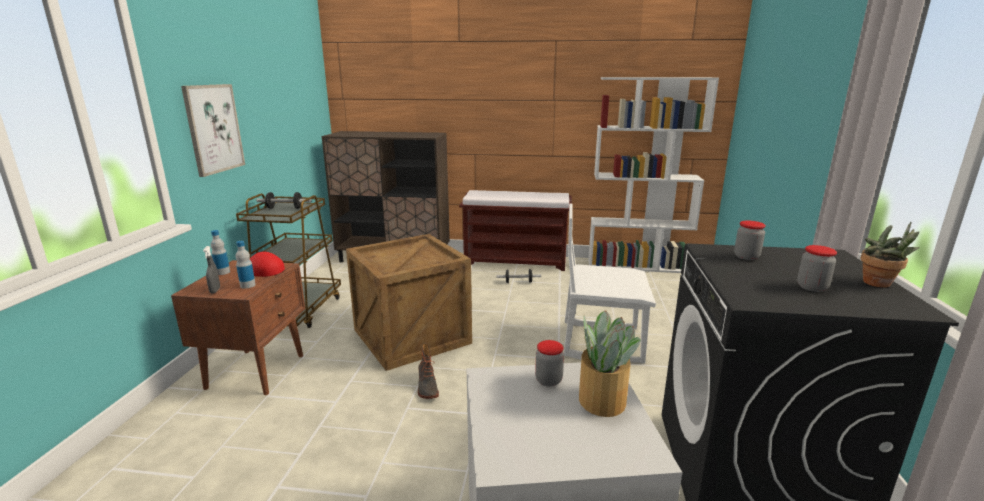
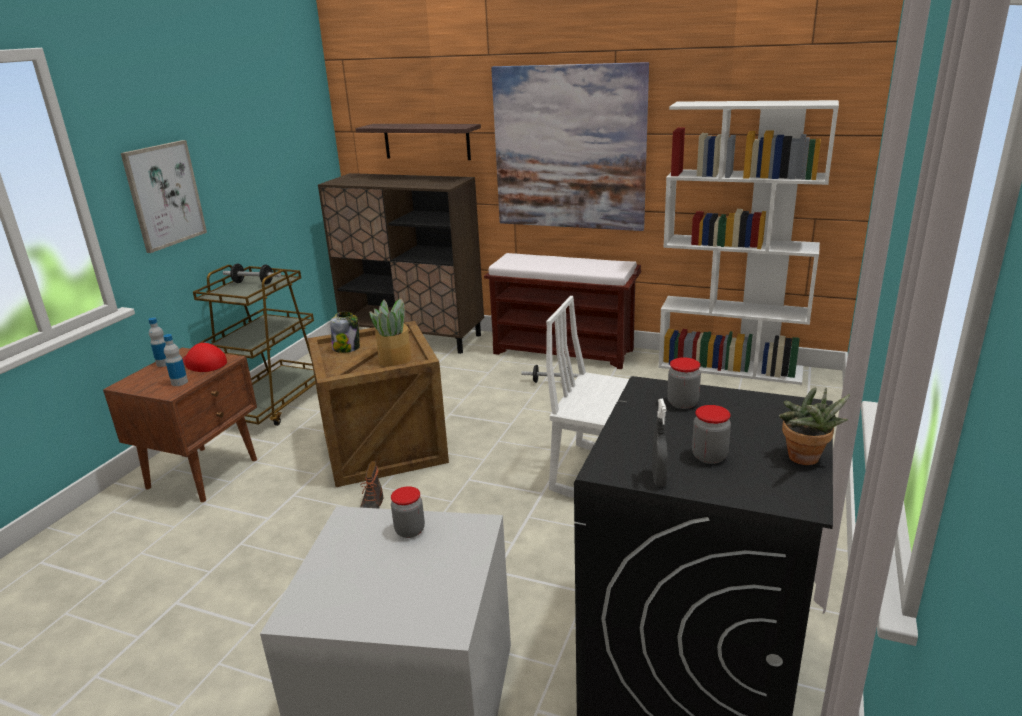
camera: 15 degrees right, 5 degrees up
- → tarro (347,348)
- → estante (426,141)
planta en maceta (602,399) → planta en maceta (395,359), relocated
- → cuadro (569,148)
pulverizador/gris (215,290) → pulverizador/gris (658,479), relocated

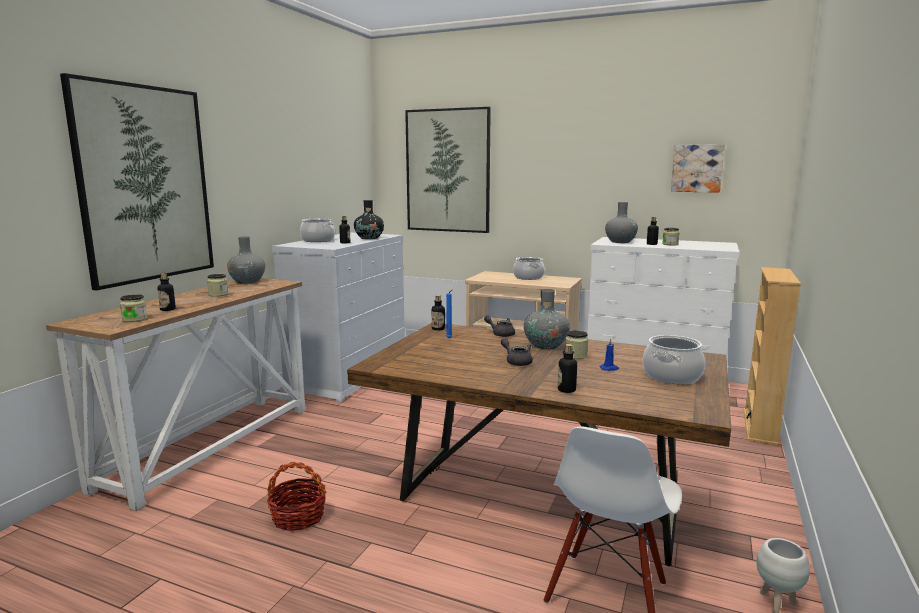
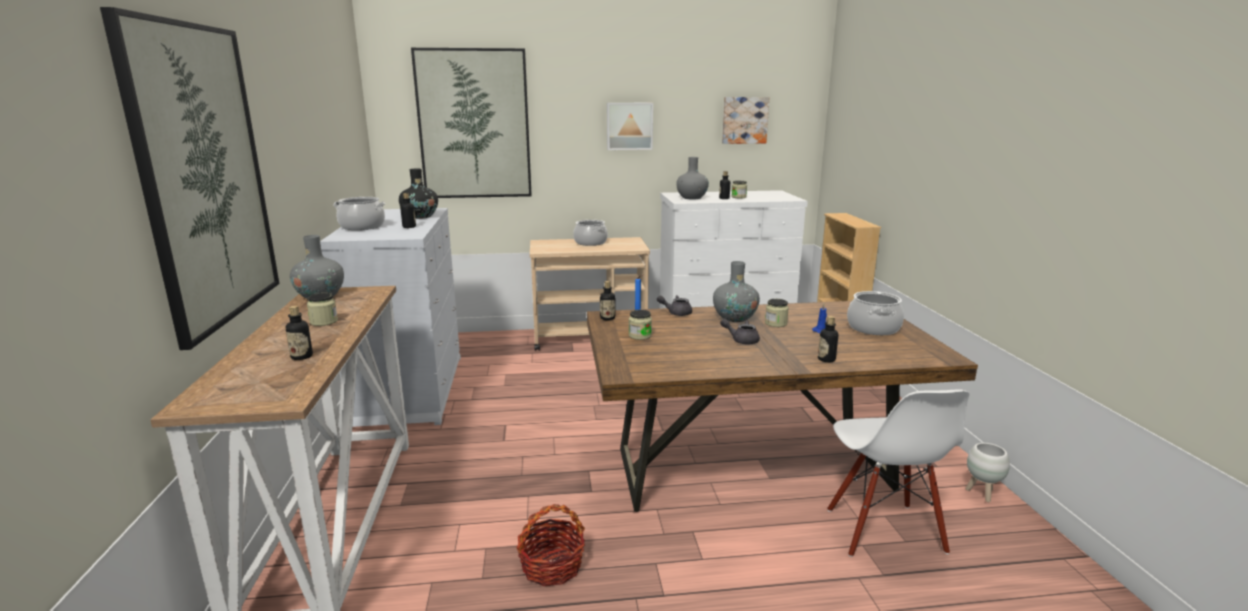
camera: 30 degrees left, 5 degrees up
- → cuadro (629,126)
tarro (134,319) → tarro (640,336), relocated

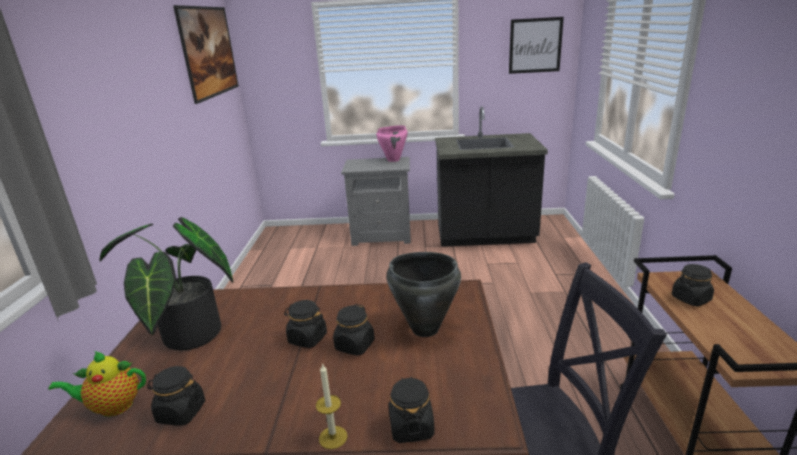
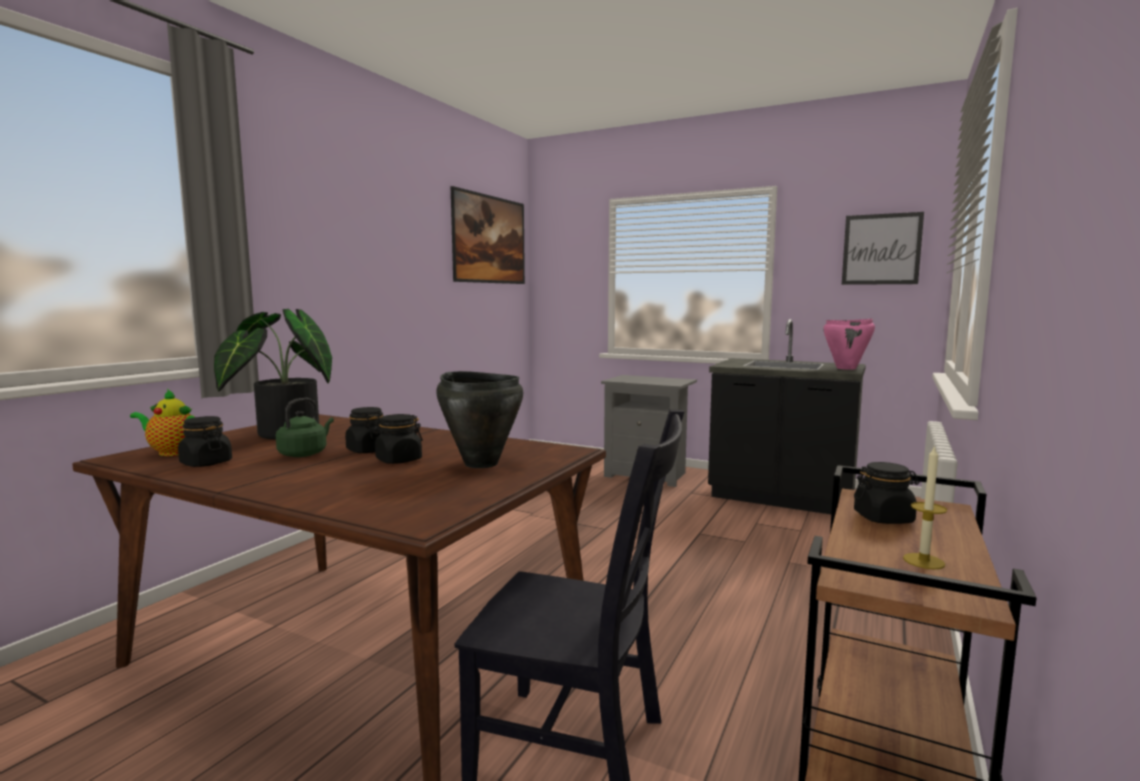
camera: 25 degrees right, 15 degrees down
- → hervidor/verde (305,453)
olla/rosa (393,160) → olla/rosa (846,368), relocated
vela (333,437) → vela (923,561), relocated
tarro/negro (411,427) → -

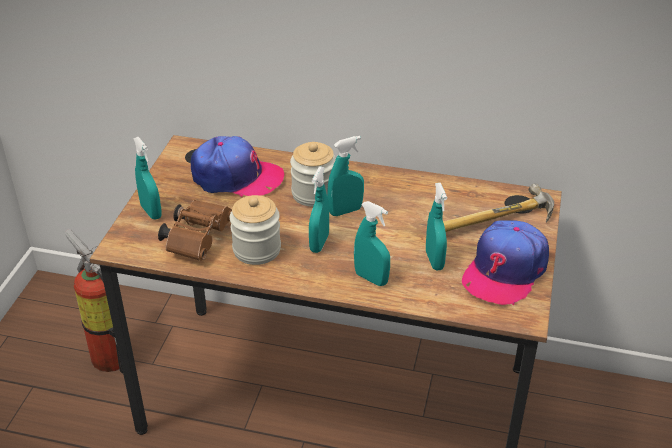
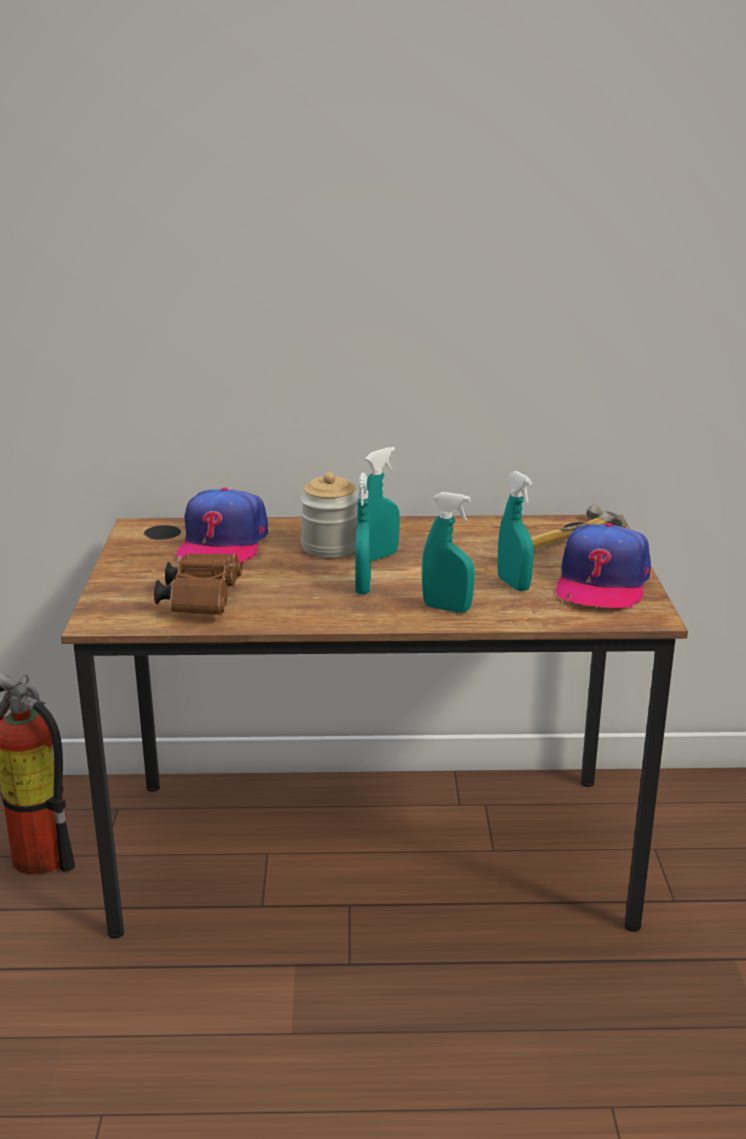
camera: 15 degrees left, 15 degrees down
gorra (236,177) → gorra (222,543), 105 degrees clockwise
pulverizador/turquesa (151,212) → -
tarro (257,250) → -

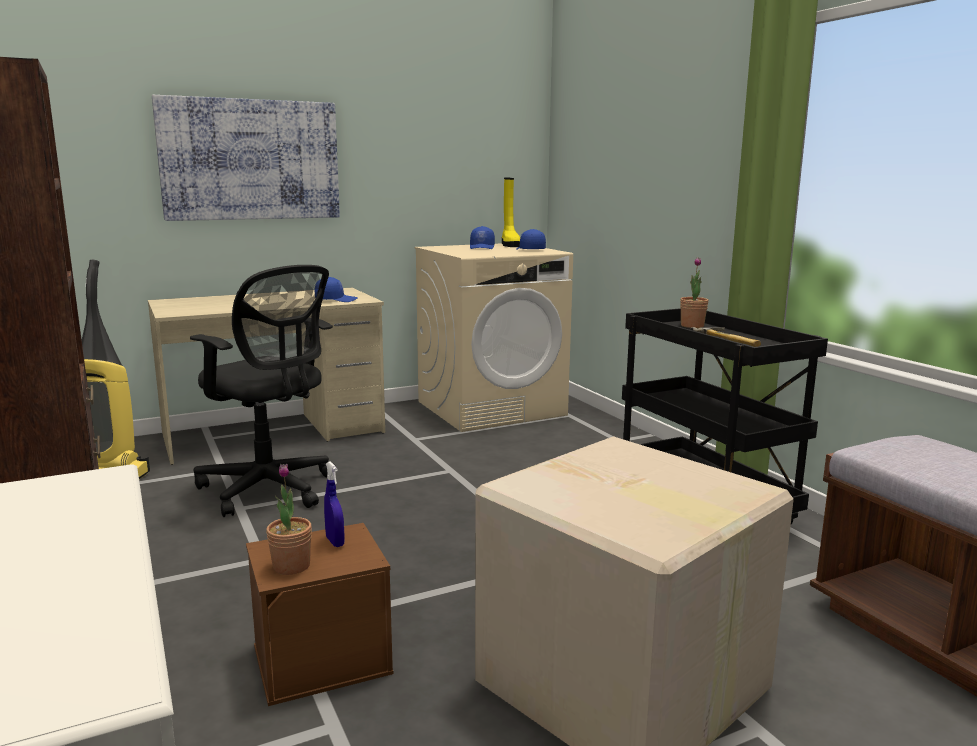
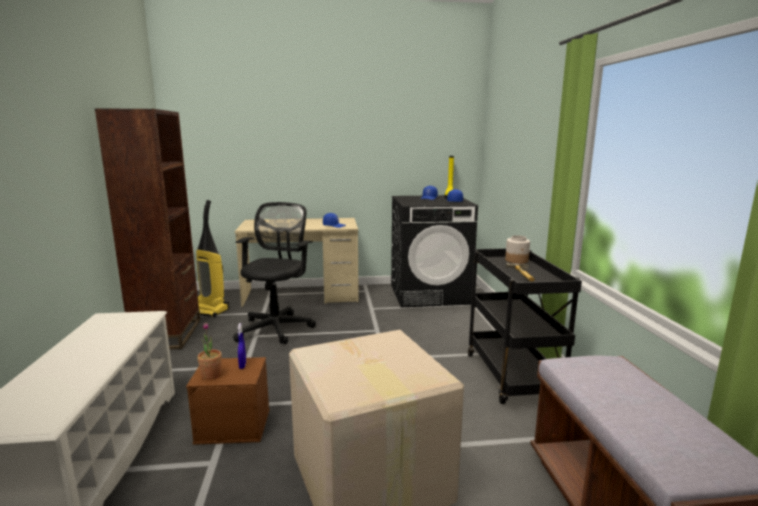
camera: 20 degrees right, 0 degrees up
silla de oficina/negro (270,490) → silla de oficina/negro (277,328), 135 degrees counterclockwise
lavadora/beis (491,408) → lavadora/negro (429,294)
planta en maceta (692,326) → tarro (517,260)
cuadro (250,160) → -

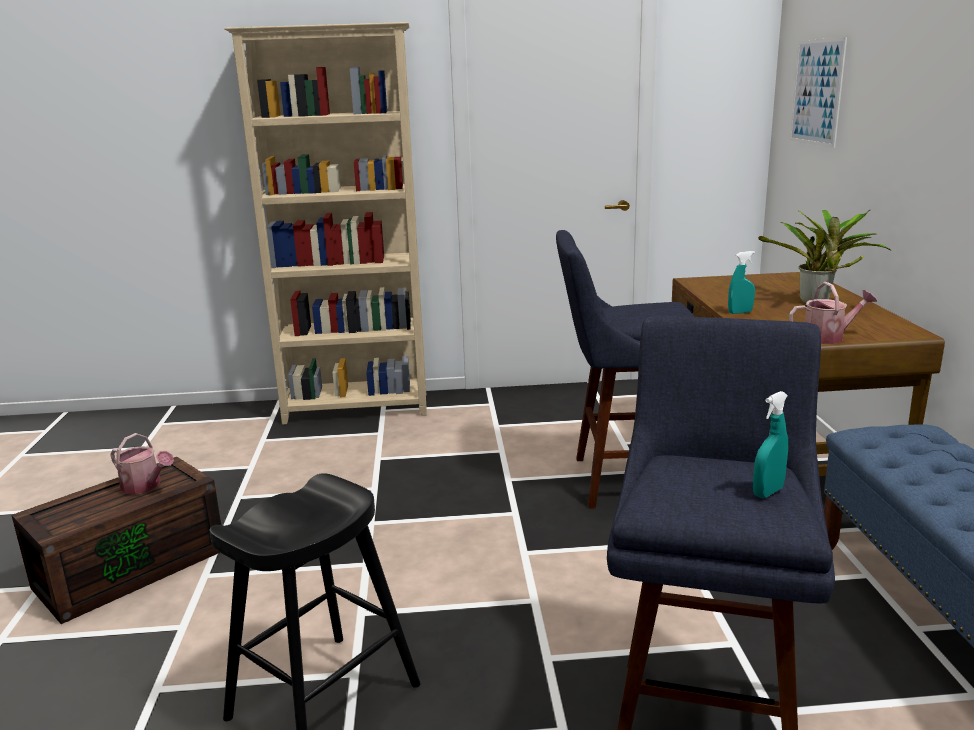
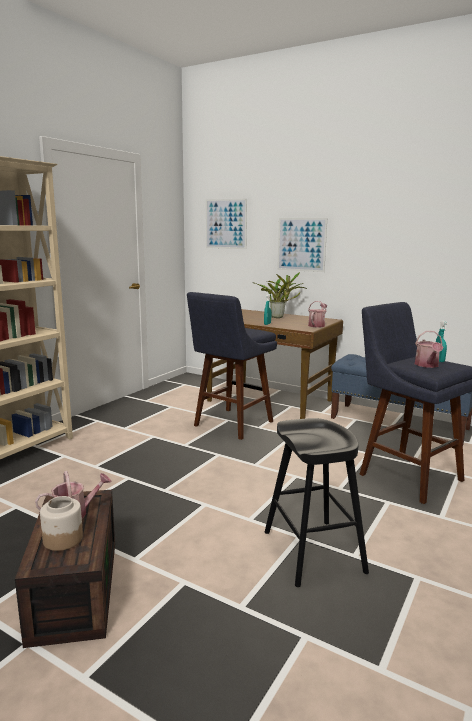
camera: 55 degrees left, 5 degrees down
- → tarro (62,539)
- → cuadro (301,244)
- → regadera (427,365)

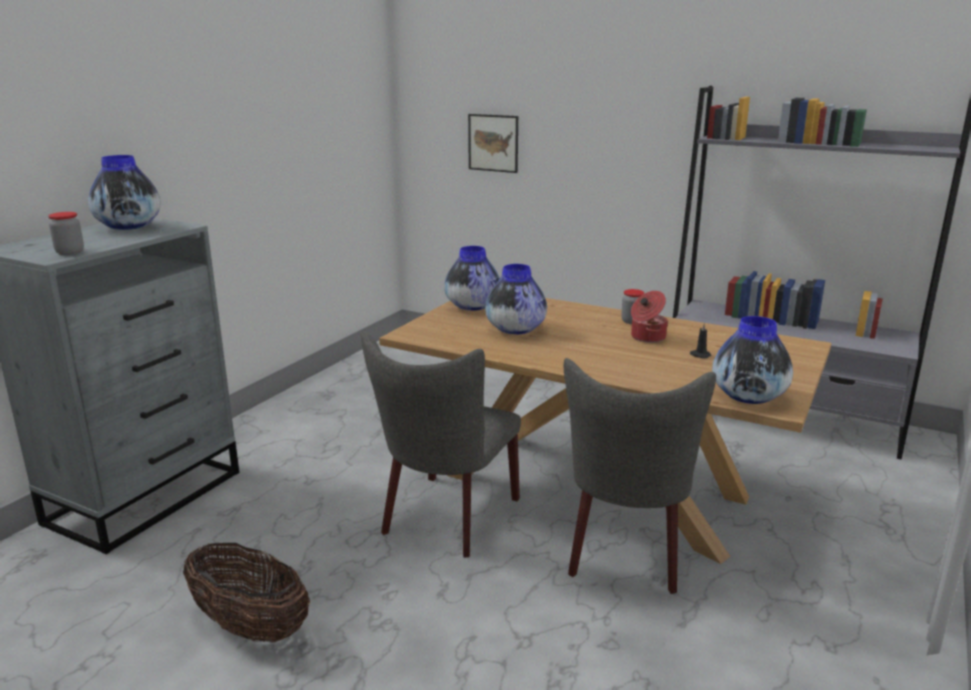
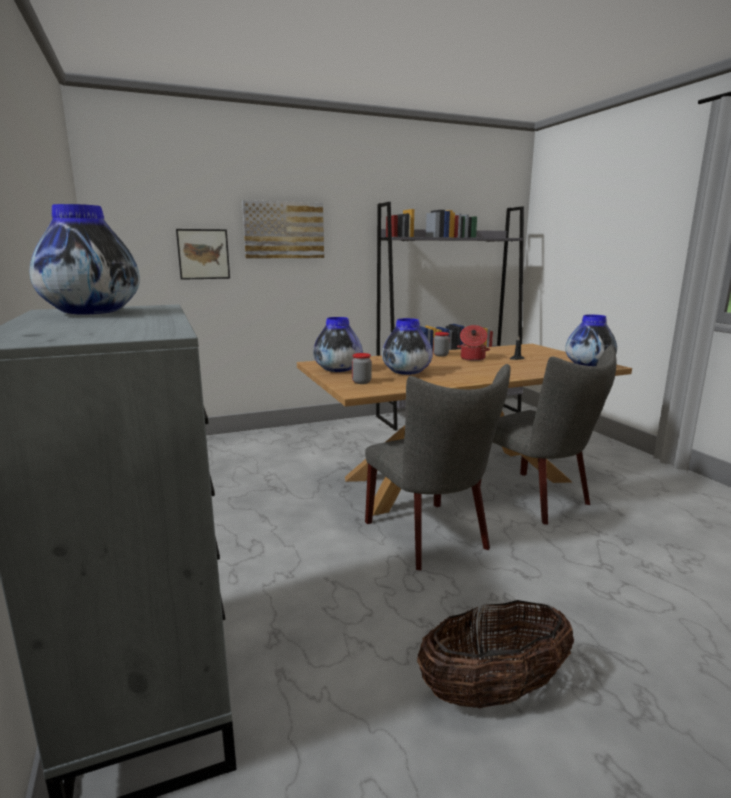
camera: 50 degrees left, 5 degrees down
- → cuadro (283,230)
tarro (70,252) → tarro (361,382), relocated

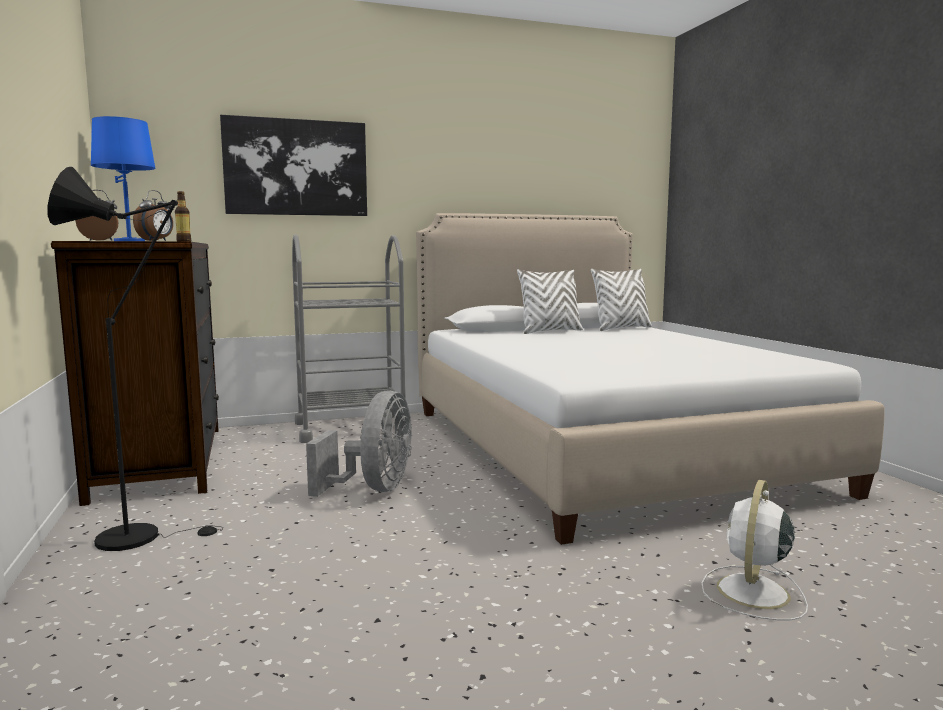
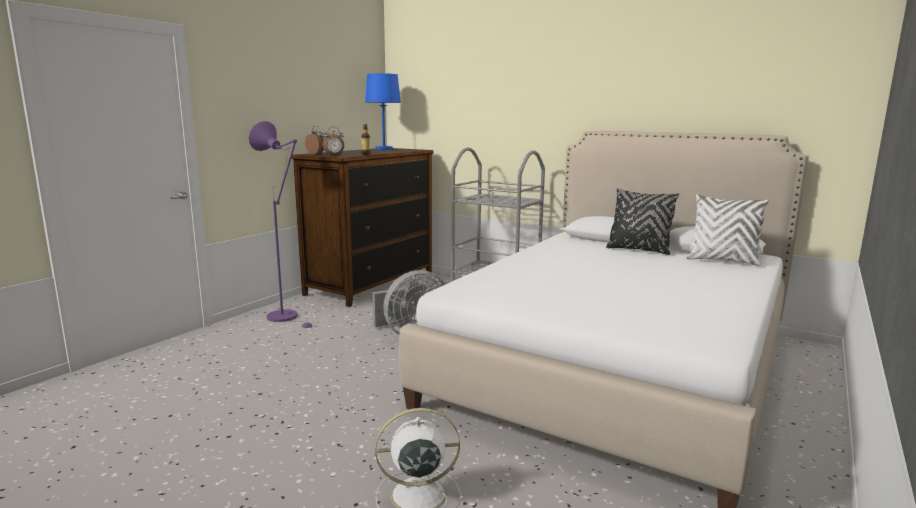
camera: 50 degrees right, 5 degrees up
lámpara de pie/negro (140,536) → lámpara de pie/morado (287,317)
cojín/blanco (550,331) → cojín/negro (638,250)
cuadro (296,167) → -

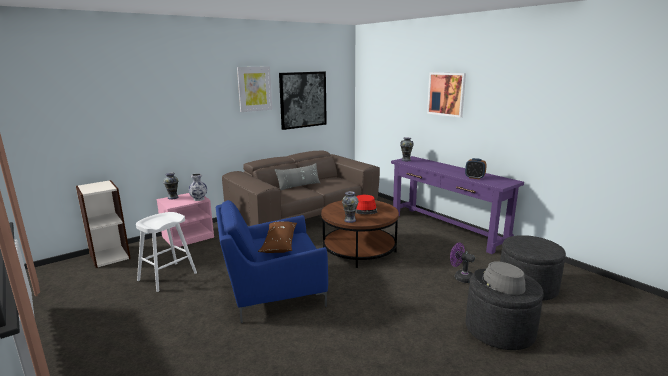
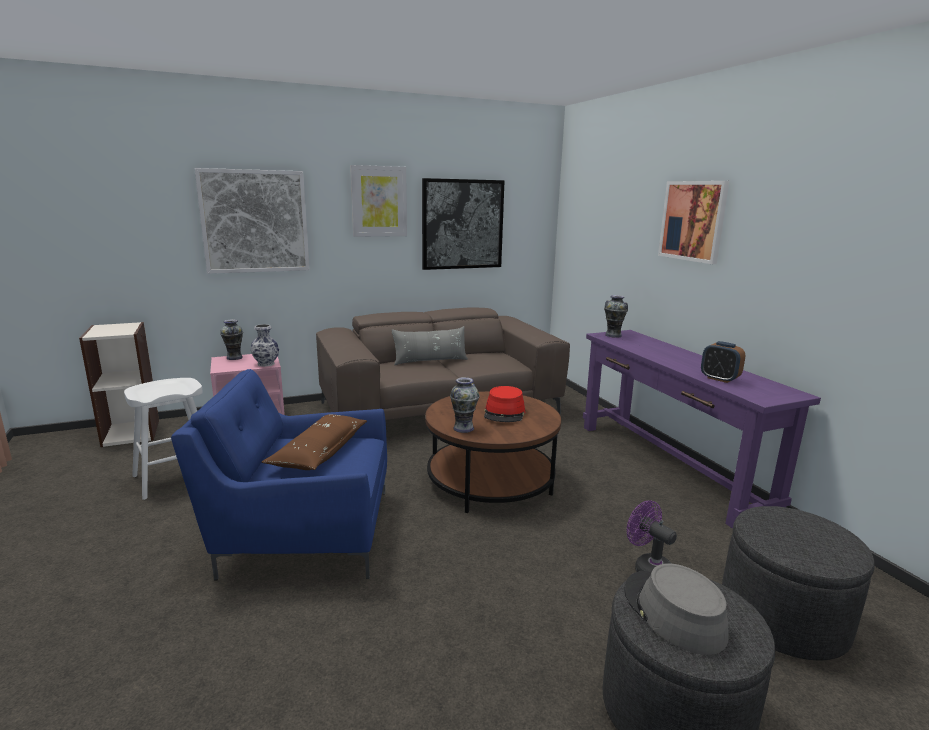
camera: 15 degrees right, 0 degrees up
- → cuadro (255,221)

